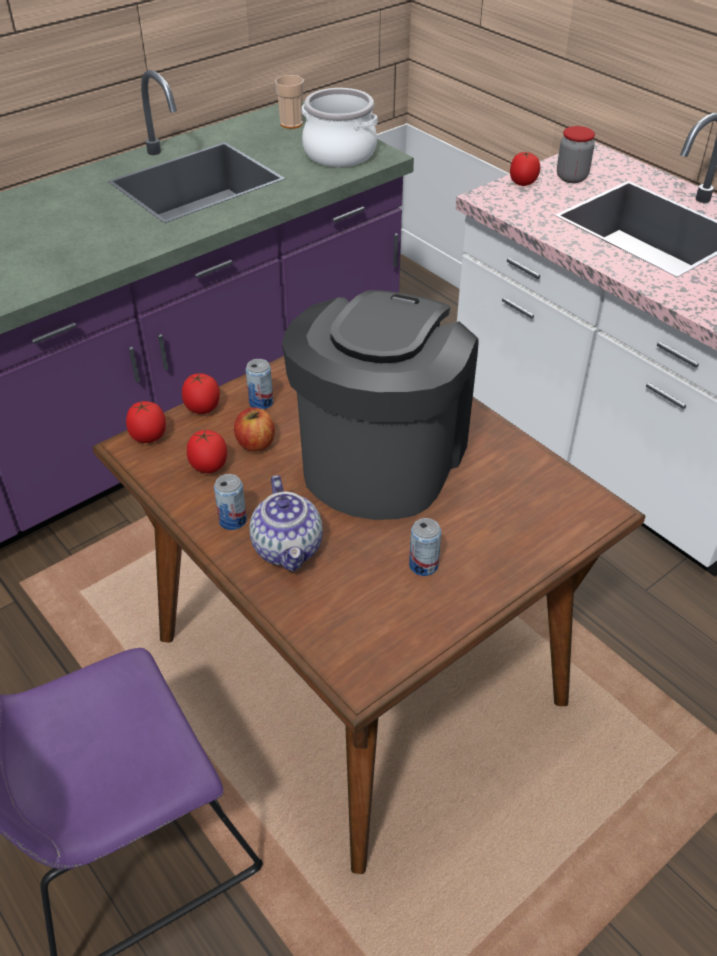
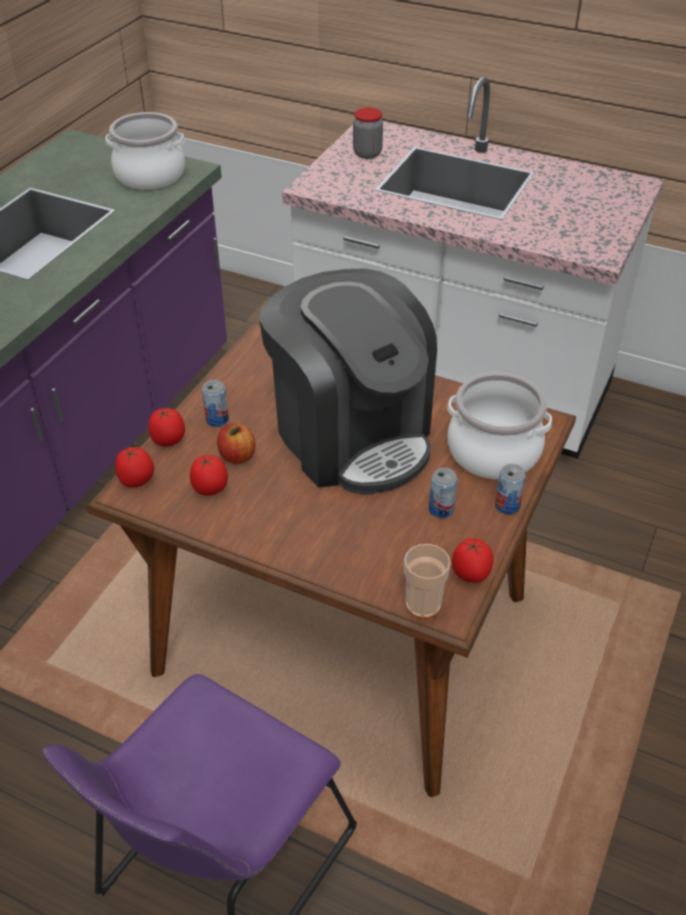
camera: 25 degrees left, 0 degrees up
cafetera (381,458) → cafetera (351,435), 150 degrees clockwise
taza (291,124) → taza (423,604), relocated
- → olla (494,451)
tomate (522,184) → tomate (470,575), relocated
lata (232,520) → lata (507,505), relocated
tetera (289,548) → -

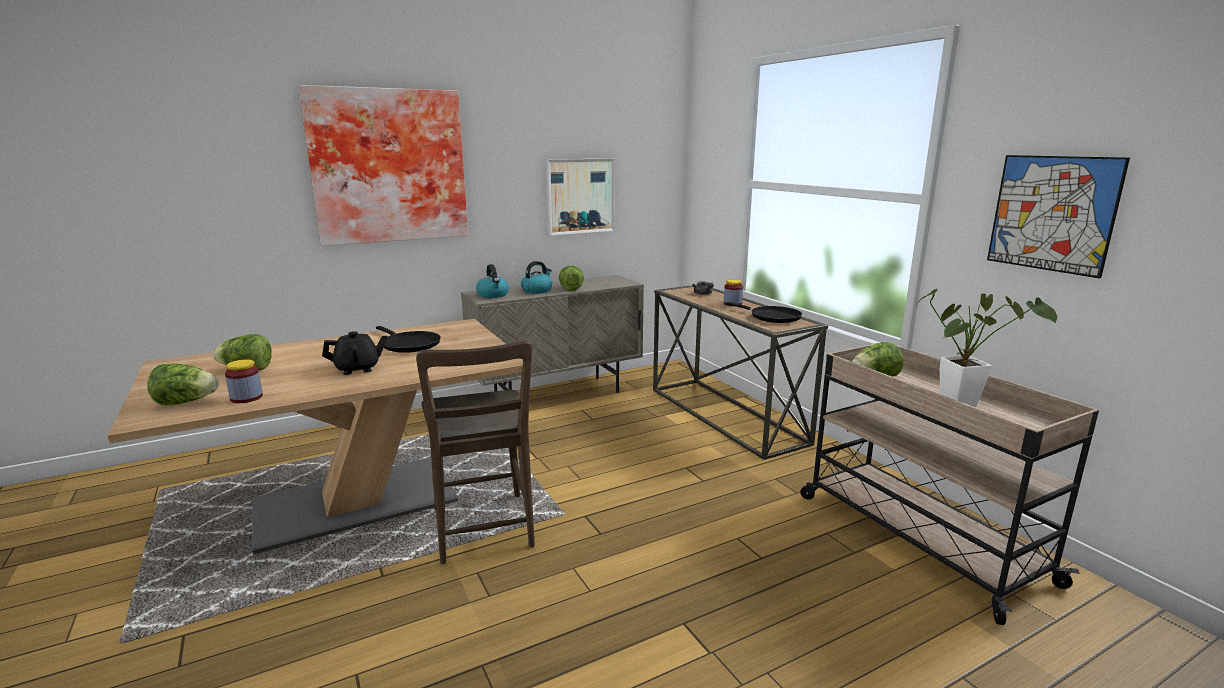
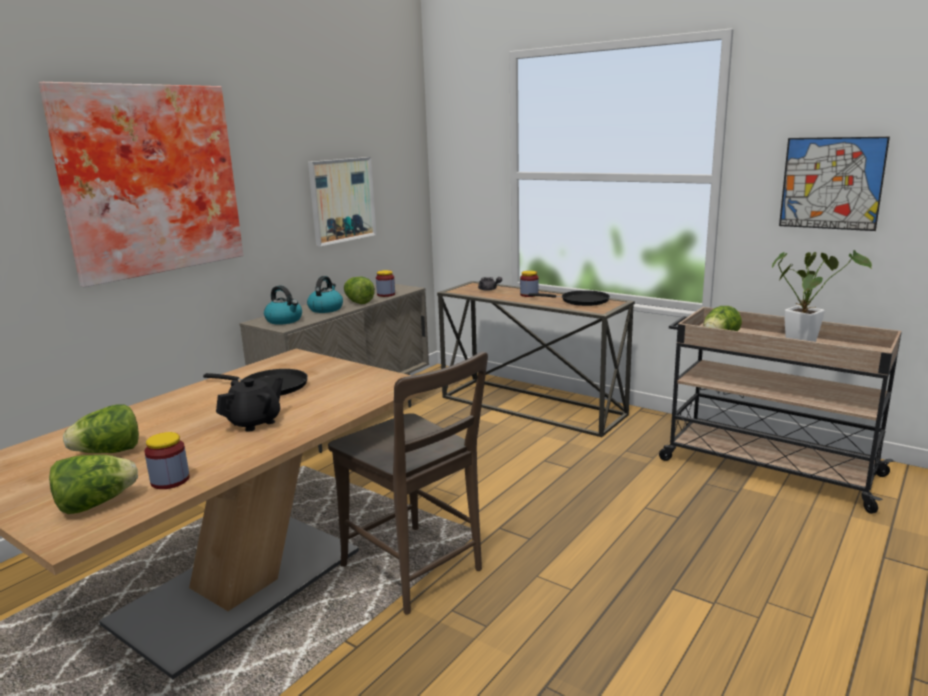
camera: 25 degrees left, 0 degrees up
- → tarro (386,294)

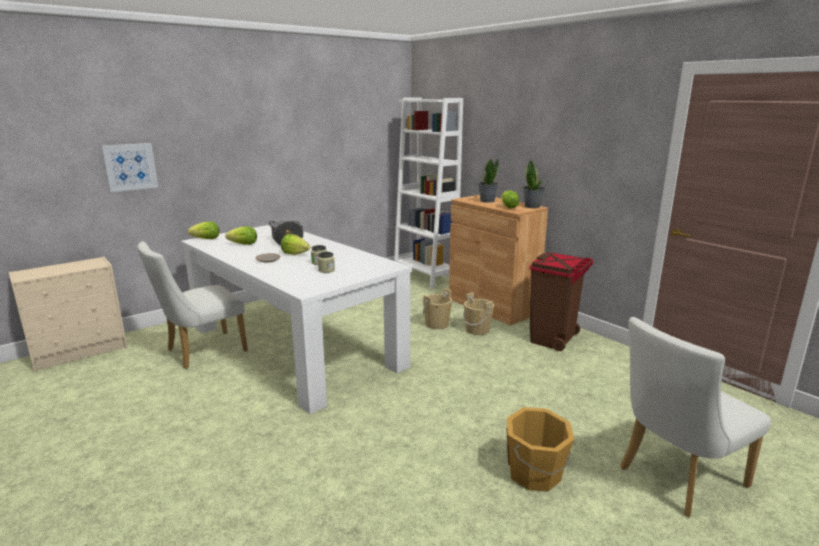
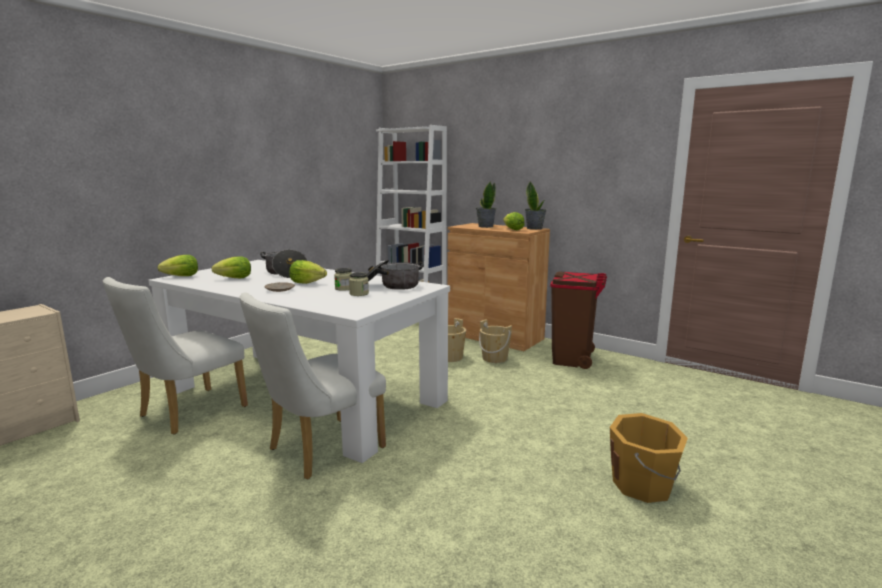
camera: 15 degrees left, 5 degrees down
silla/blanco (675,479) → silla/blanco (318,451), relocated
- → olla (391,286)
cuadro (130,167) → -

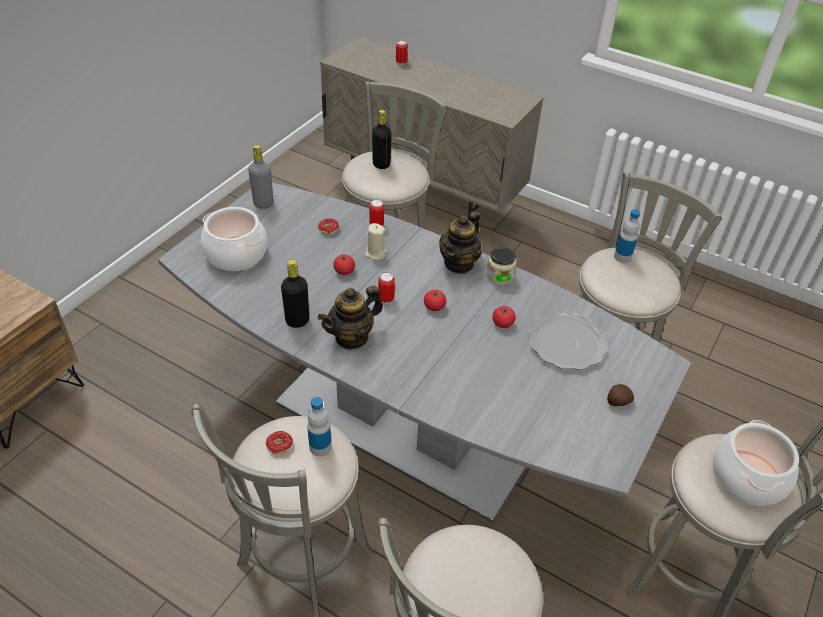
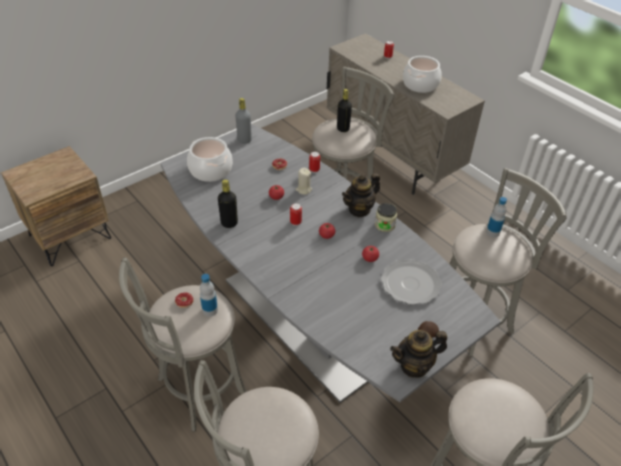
camera: 20 degrees right, 0 degrees up
tetera (352,337) → tetera (414,366), relocated
olla (747,477) → olla (420,84), relocated

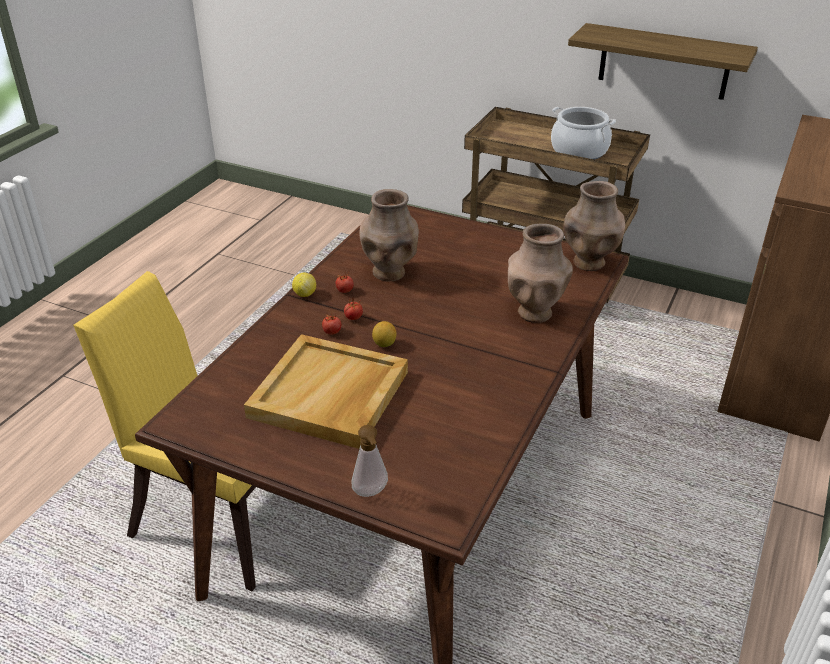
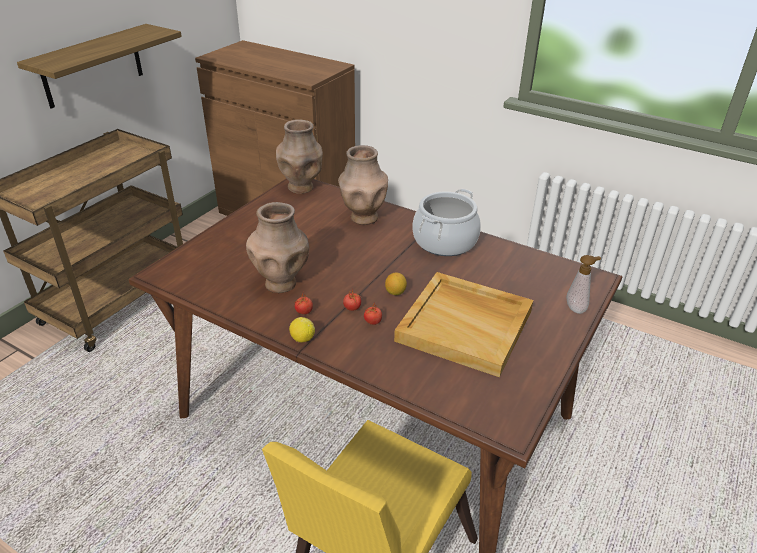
camera: 85 degrees left, 0 degrees up
olla (579,151) → olla (444,241), relocated

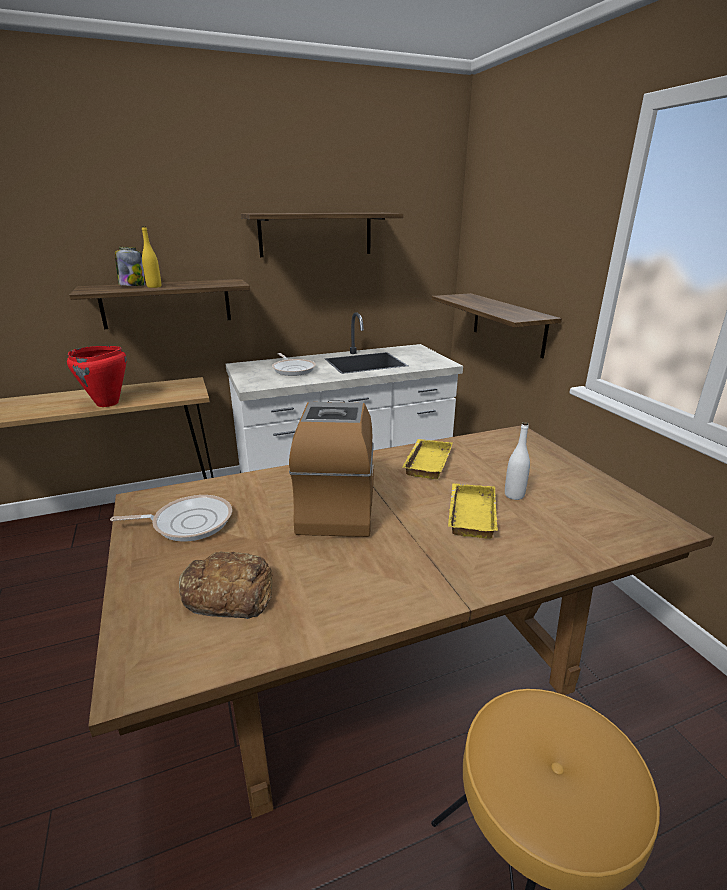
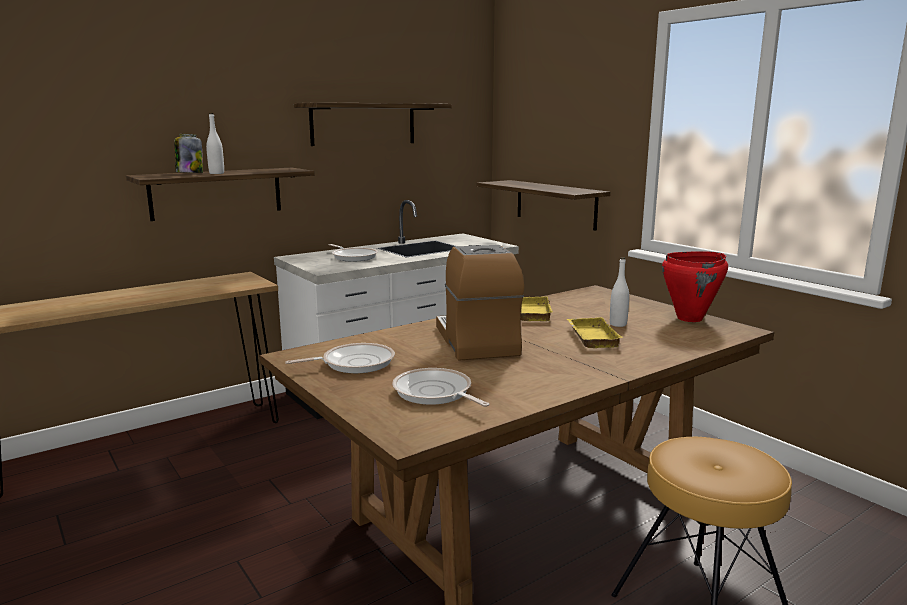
camera: 15 degrees left, 10 degrees down
botella/amarillo (154,287) → botella/blanco (216,173)
pan (228,593) → sartén (435,393)
olla/rojo (107,403) → olla/rojo (690,318), relocated

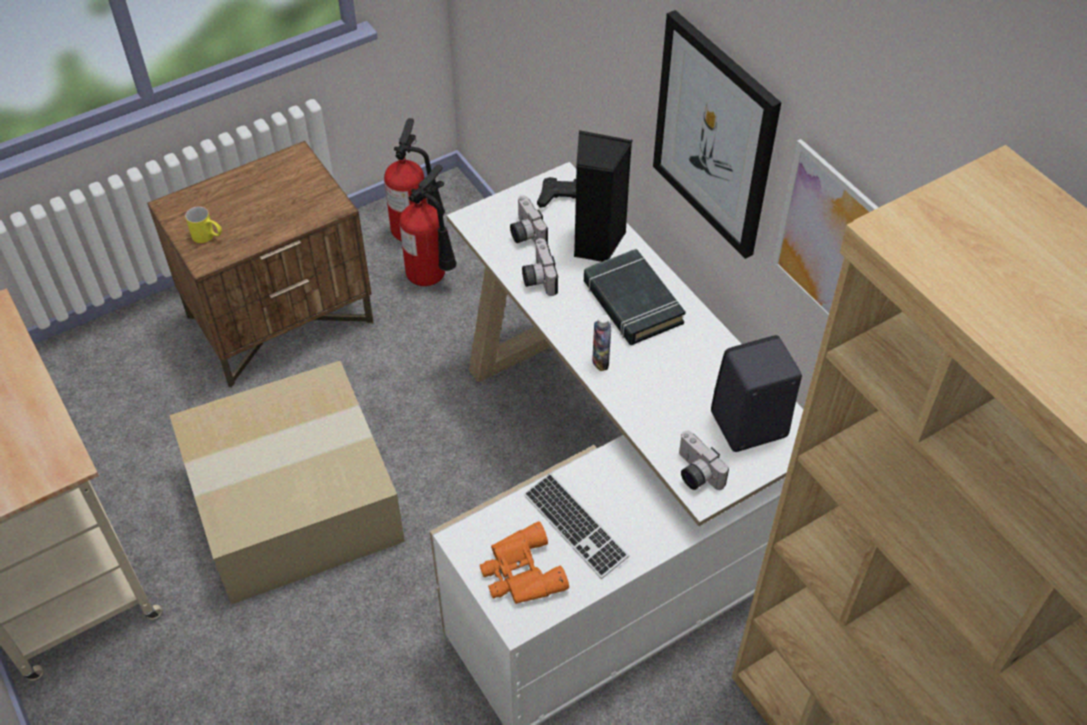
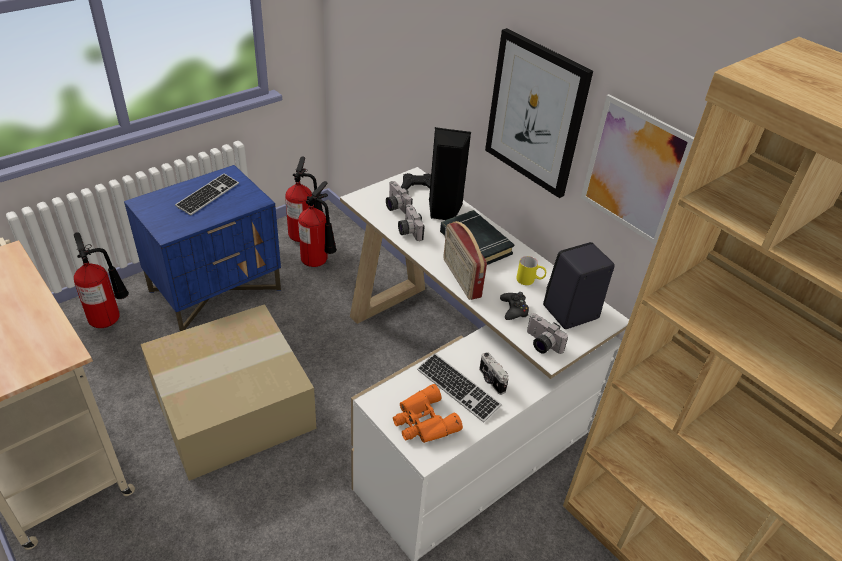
camera: 10 degrees left, 10 degrees down
- → extintor (109,318)
mesita de noche/marrón (281,319) → mesita de noche/azul (216,290)
- → teclado (208,195)
botella (600,361) → radio (460,278)
- → cámara (491,381)
- → mando de consola/negro (514,309)
taza grande/amarillo (208,236) → taza grande/amarillo (530,280), relocated

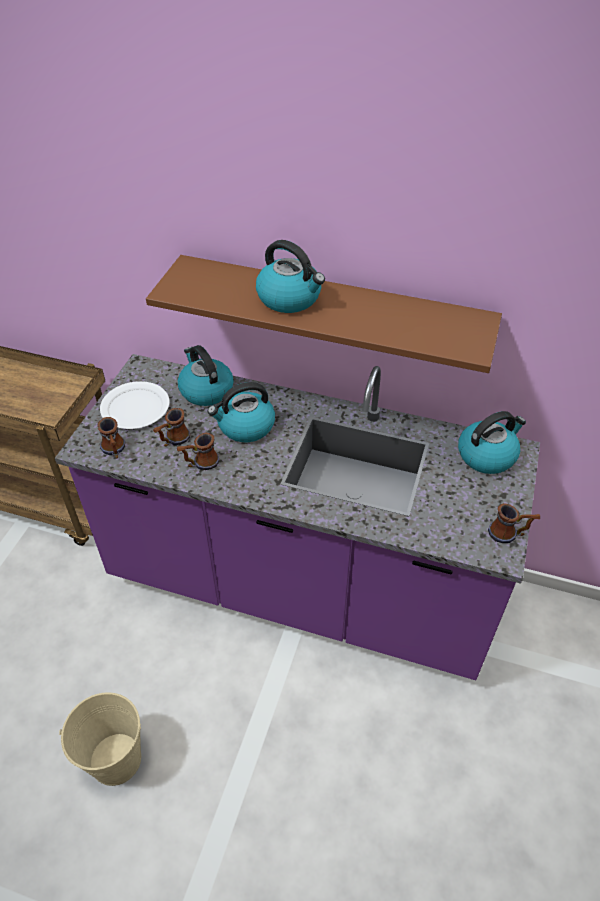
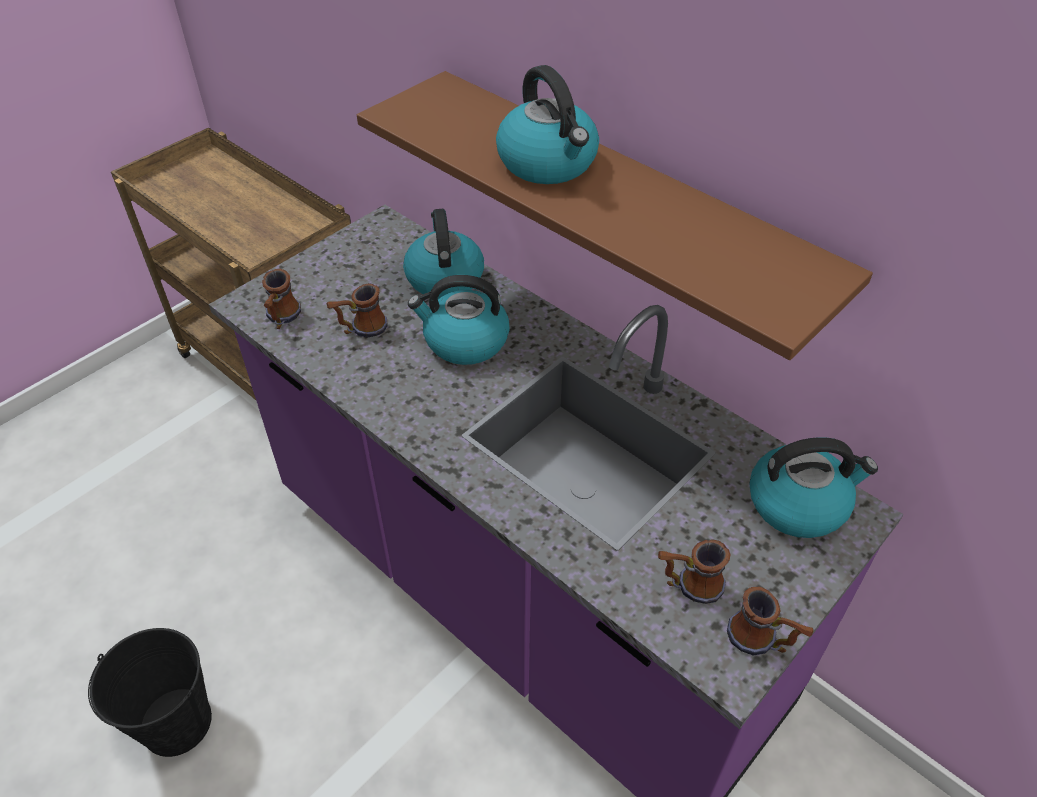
camera: 25 degrees right, 0 degrees up
cubo/beis (116,759) → cubo/negro (177,722)
taza grande (200,463) → taza grande (688,585), relocated
plato/blanco (135,408) → -

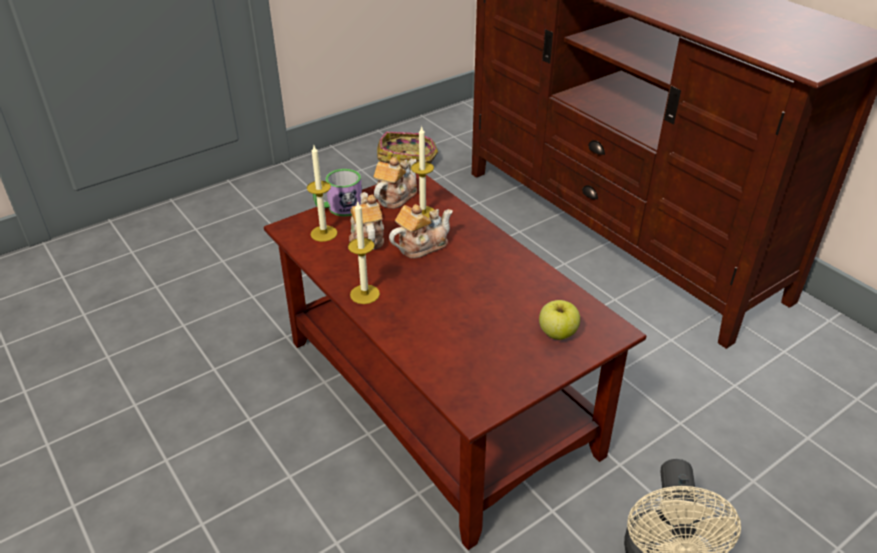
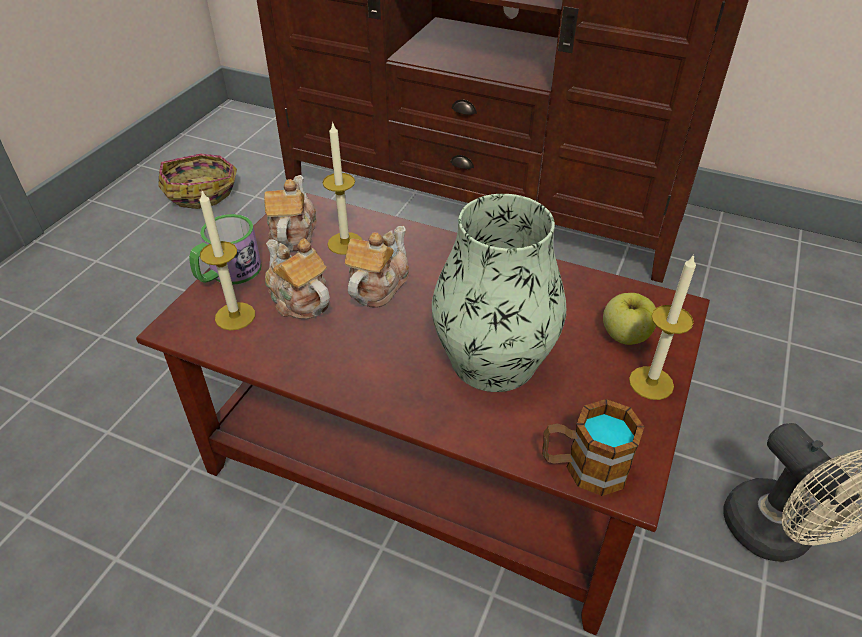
camera: 30 degrees left, 5 degrees up
- → florero (494,359)
- → taza grande (583,467)
vela (364,294) → vela (651,383), relocated

